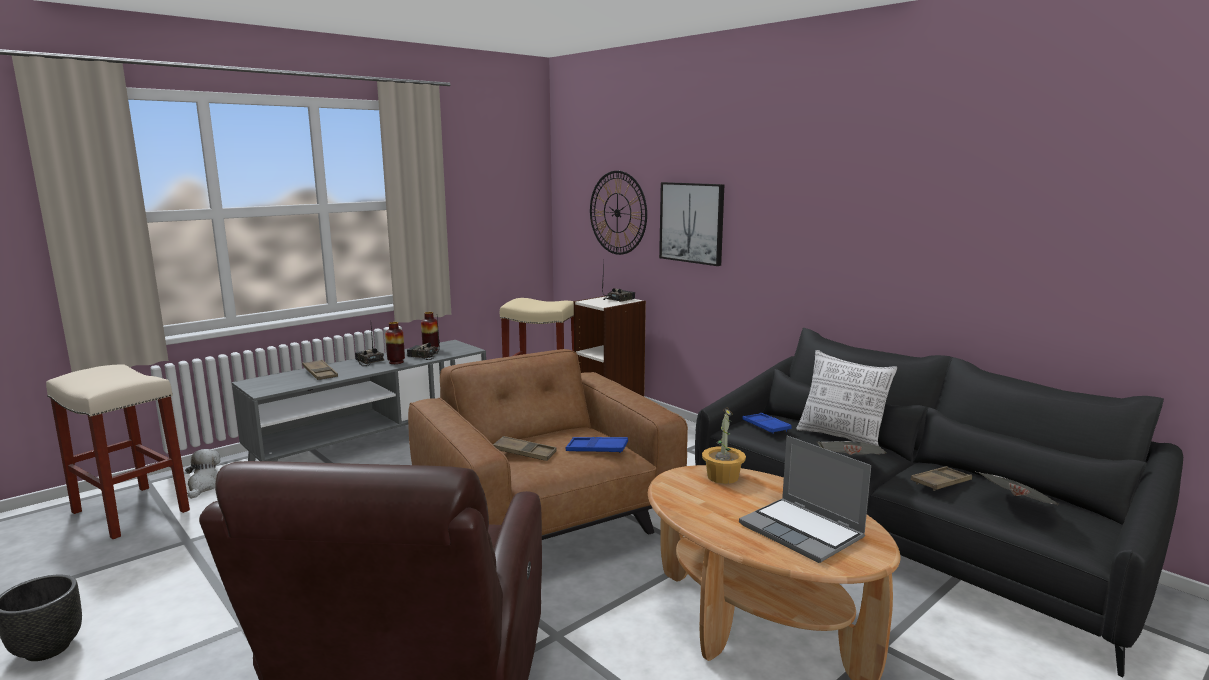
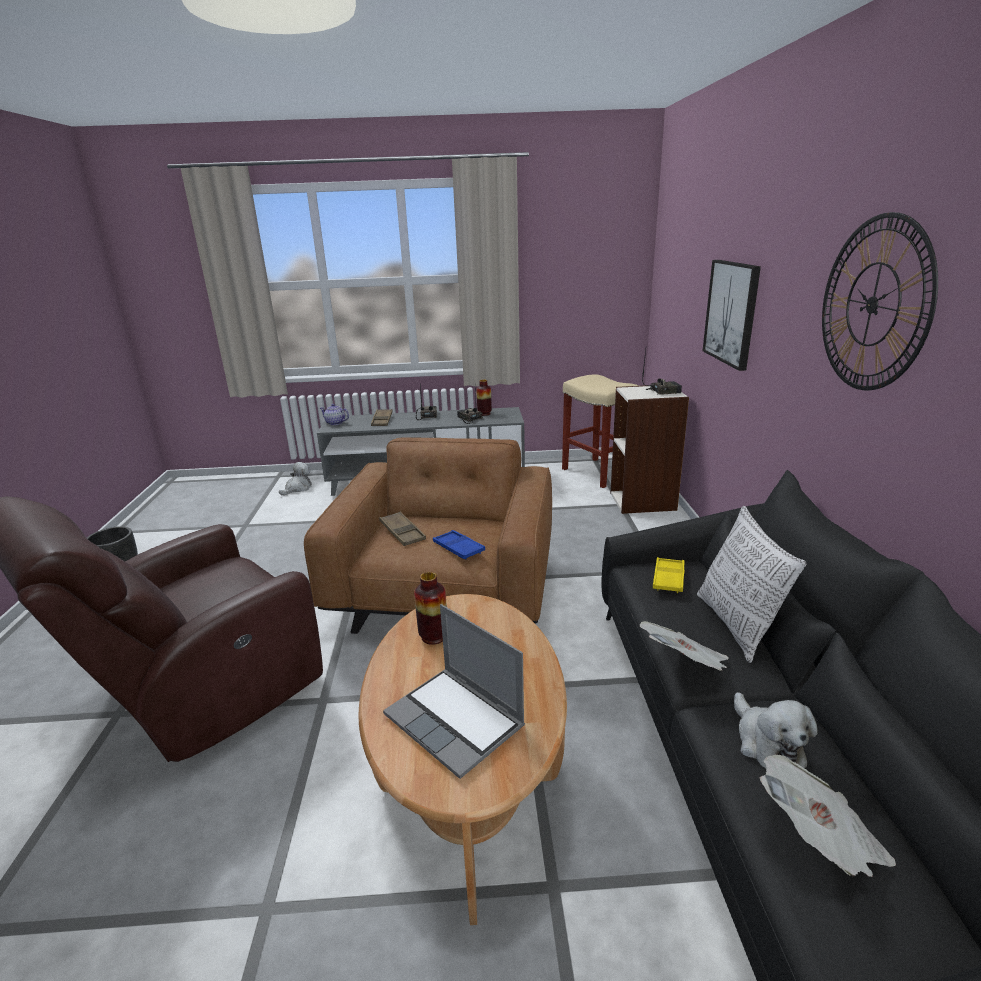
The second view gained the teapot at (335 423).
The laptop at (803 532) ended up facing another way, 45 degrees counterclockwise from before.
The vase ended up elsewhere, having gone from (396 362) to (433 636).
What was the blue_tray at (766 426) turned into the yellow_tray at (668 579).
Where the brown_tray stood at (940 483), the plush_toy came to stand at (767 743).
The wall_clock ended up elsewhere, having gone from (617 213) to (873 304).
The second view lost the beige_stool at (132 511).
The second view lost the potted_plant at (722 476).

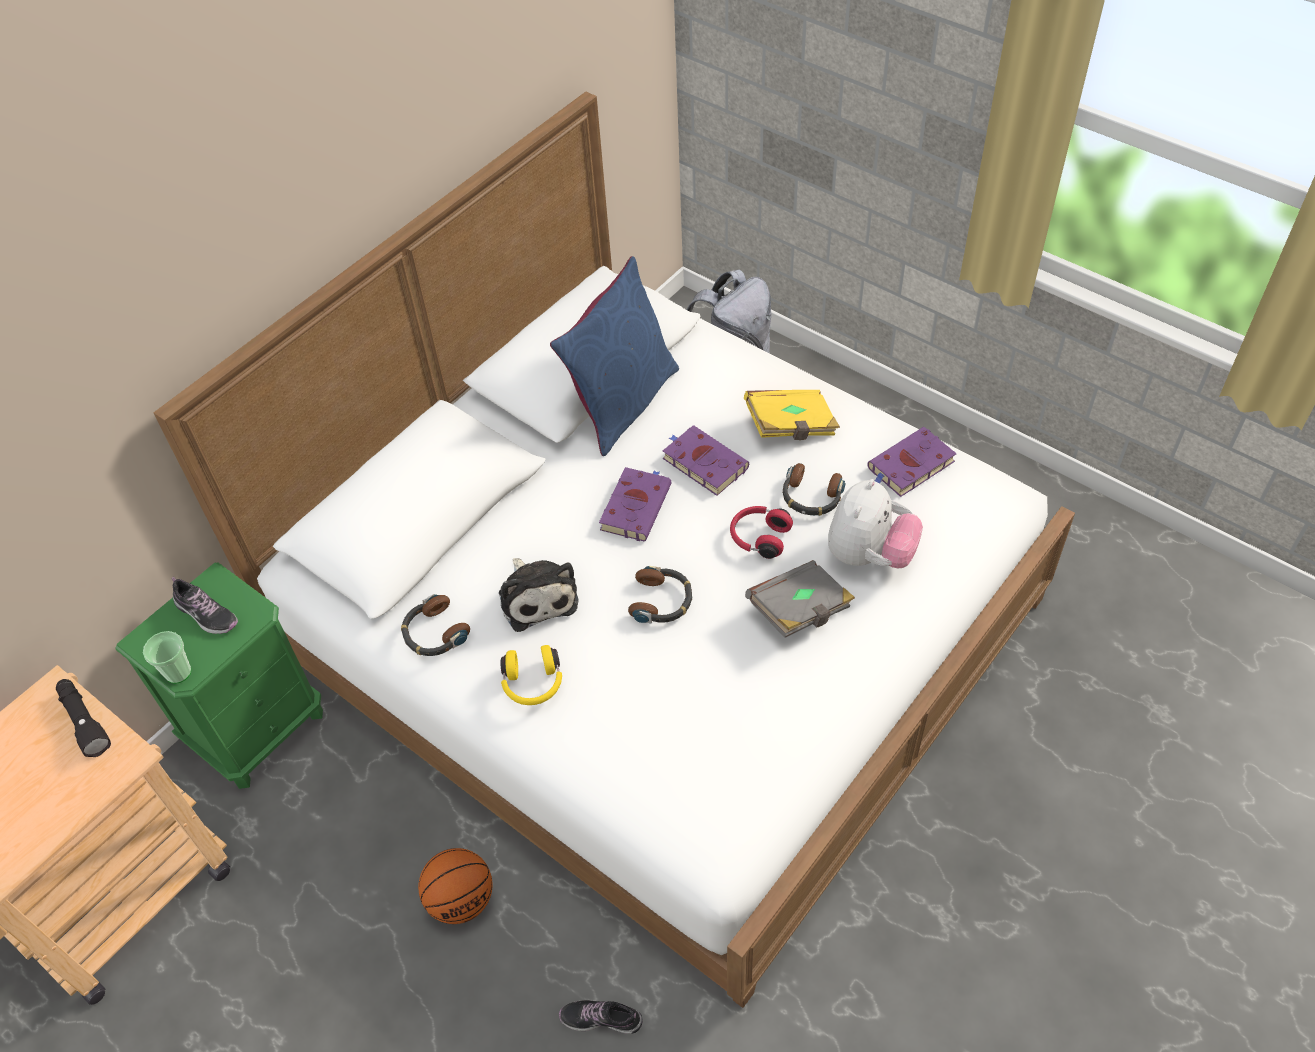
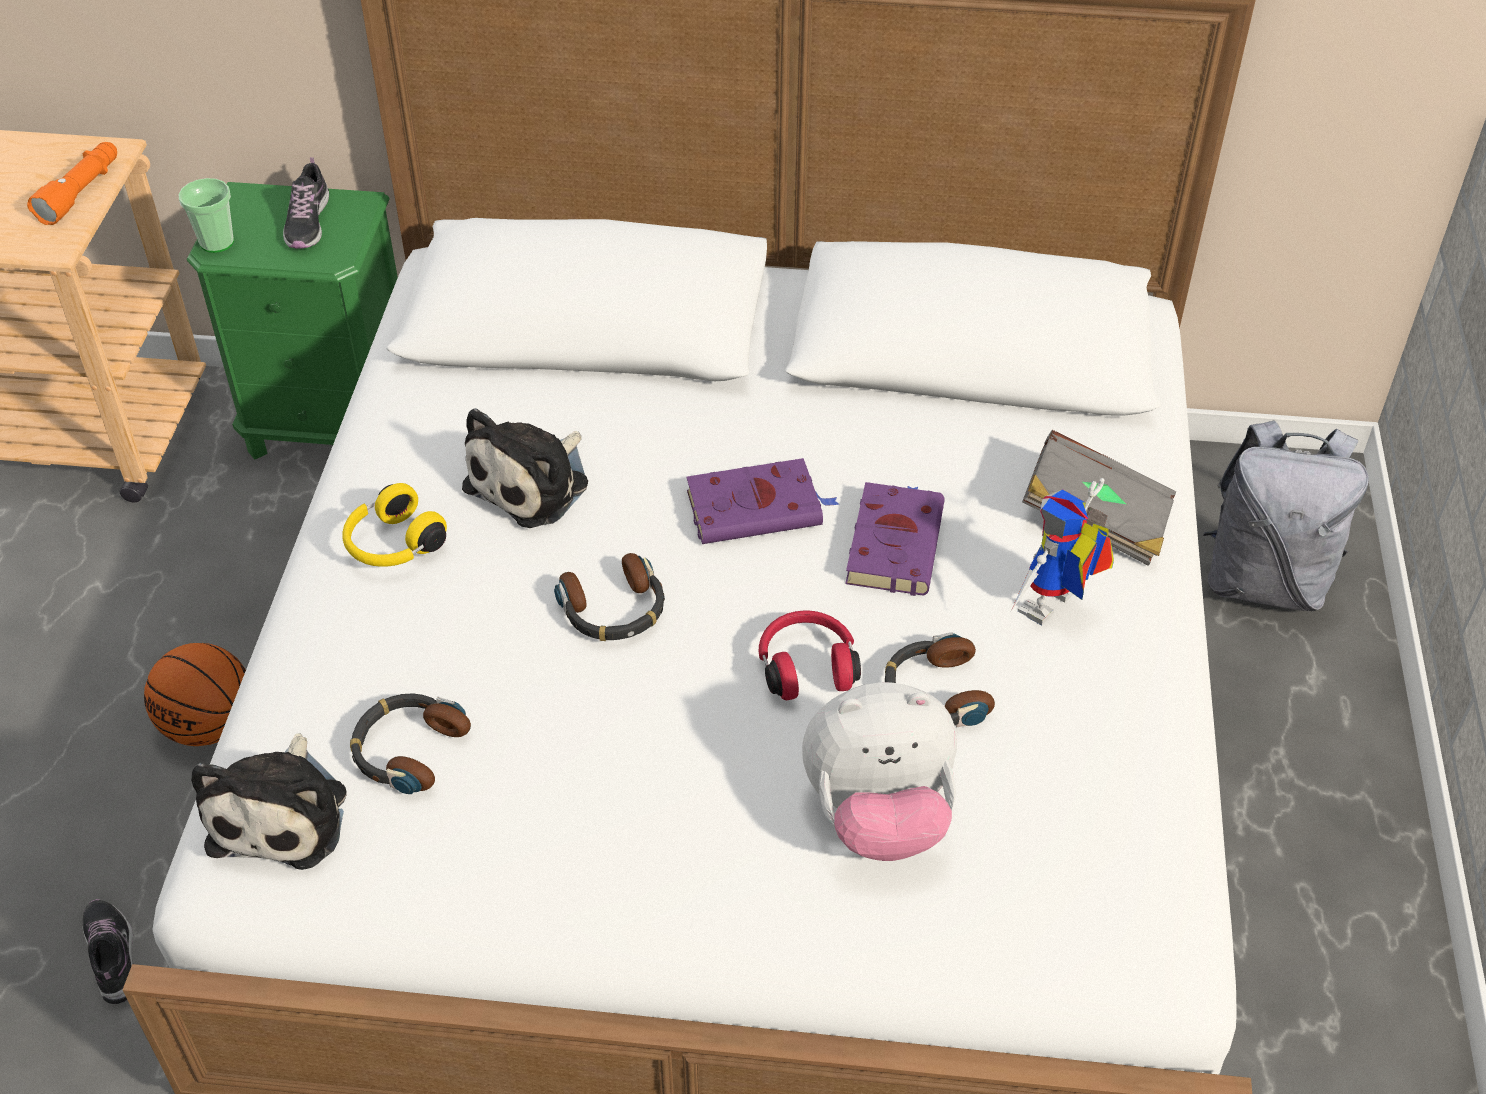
What was the black_flashlight at (84 721) turned into the orange_flashlight at (81 192).
The second view gained the plush_toy at (283 813).
The headphones ended up elsewhere, having gone from (434 633) to (407 749).
Where the yellow_book stood at (791 426), the toy_robot came to stand at (1052 610).
The grey_book ended up elsewhere, having gone from (800 610) to (1095 520).
The second view lost the blue_pillow at (622 403).
The second view lost the purple_book at (909 466).

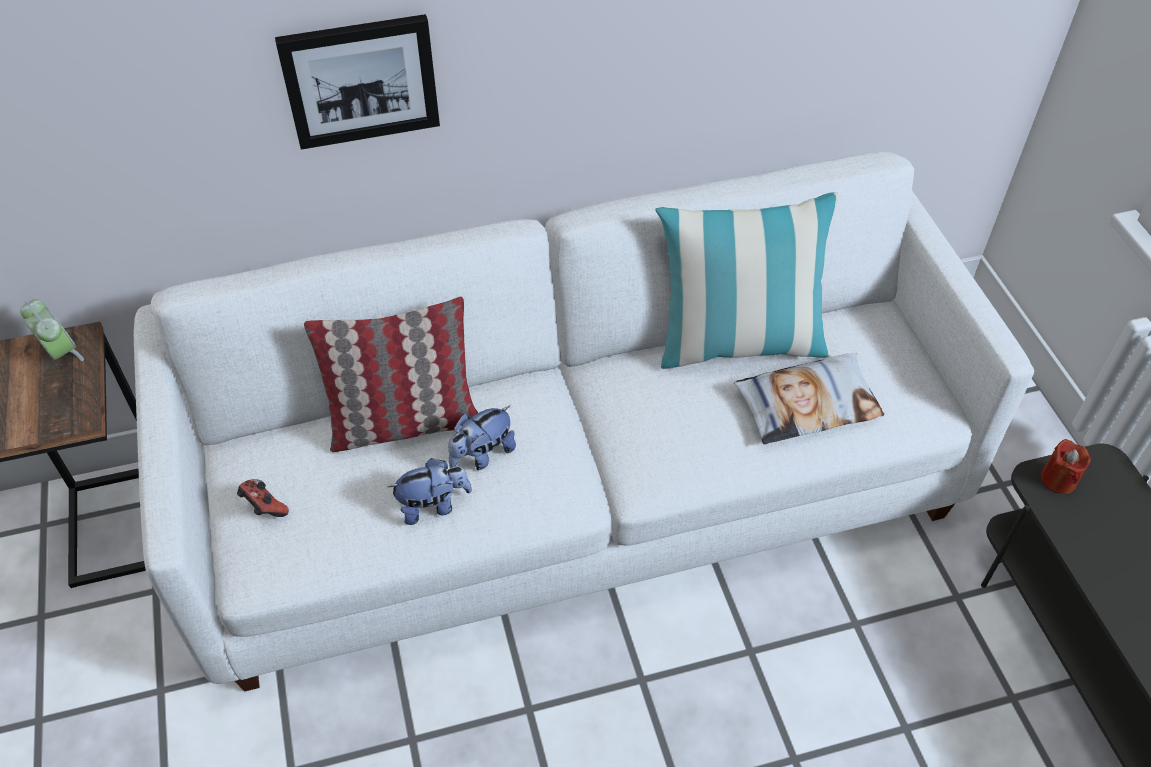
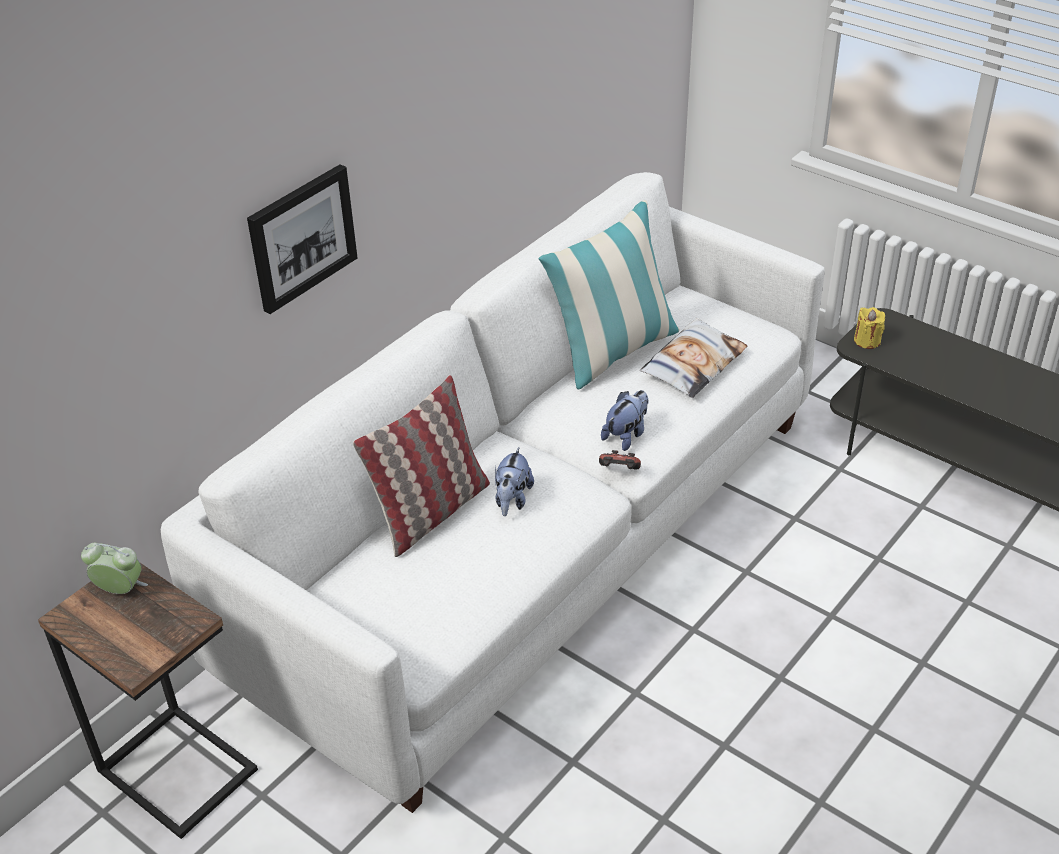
The game_controller ended up elsewhere, having gone from (264 507) to (619 471).
The plush_toy ended up elsewhere, having gone from (433 505) to (626 435).
What was the red_candle at (1058 479) turned into the yellow_candle at (867 341).

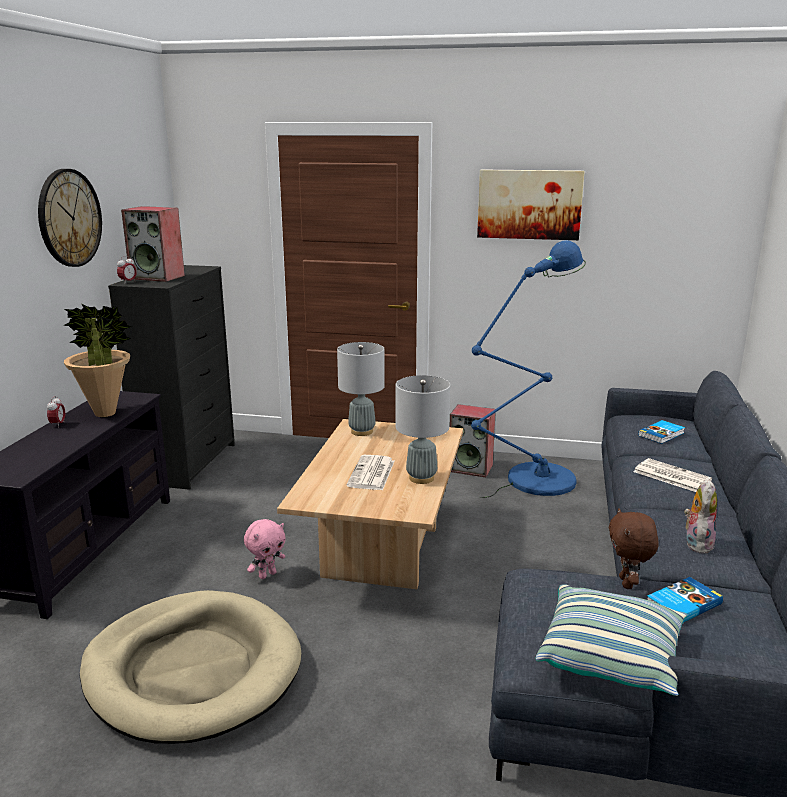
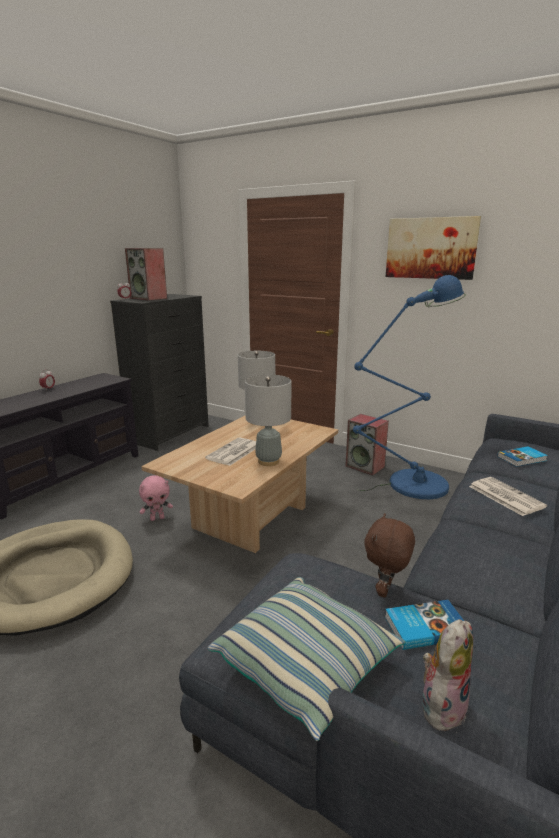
The plush_toy ended up elsewhere, having gone from (696 543) to (441 704).
The second view lost the wall_clock at (69 218).
The second view lost the potted_plant at (105 413).

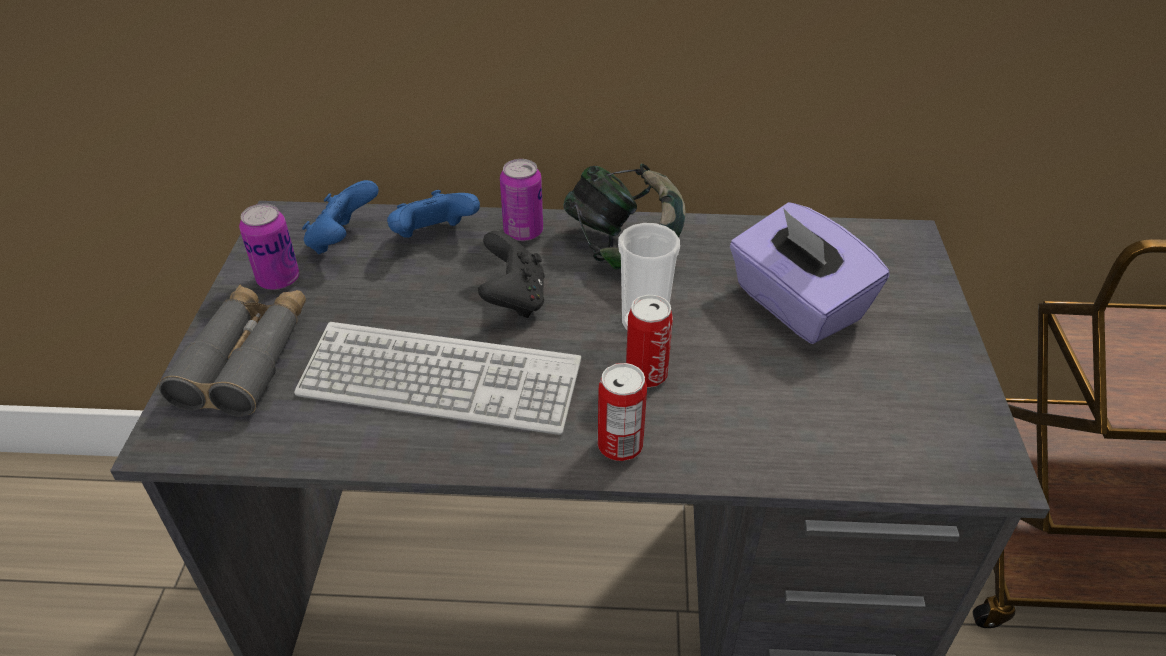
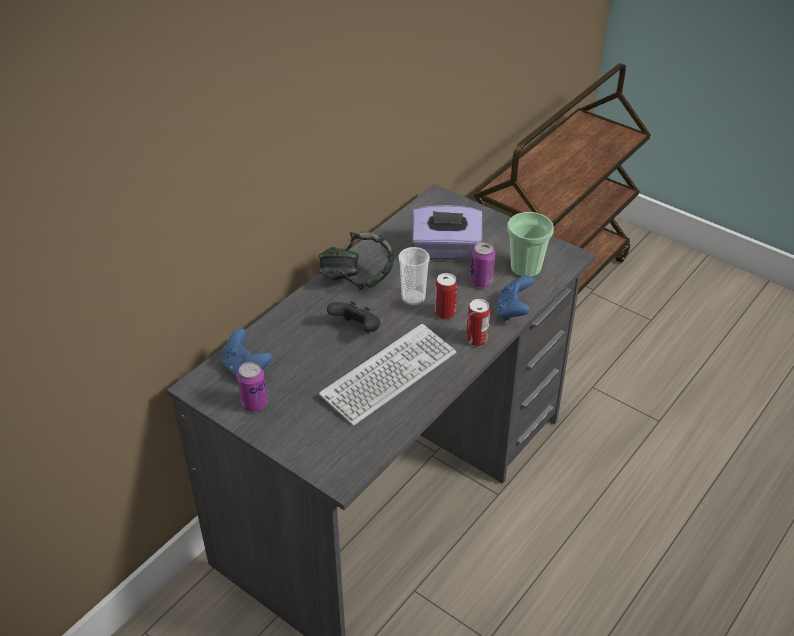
The can ended up elsewhere, having gone from (523 232) to (481 282).
The blue_game_controller ended up elsewhere, having gone from (434 237) to (513 311).
The second view gained the cup at (525 268).
The second view lost the grey_binoculars at (246 359).

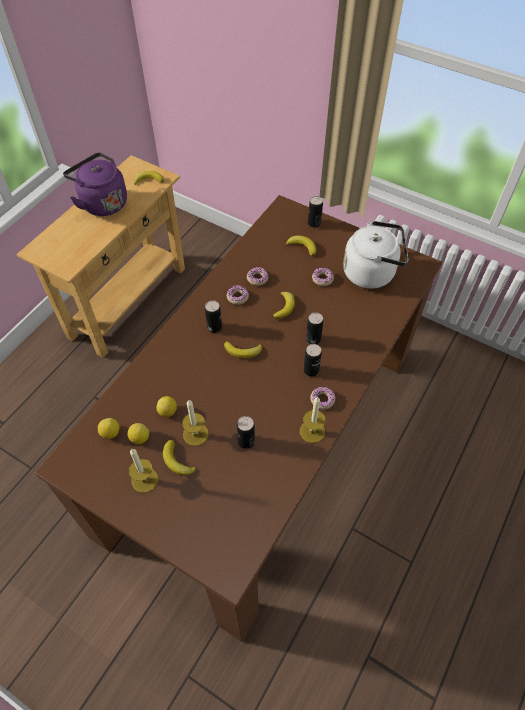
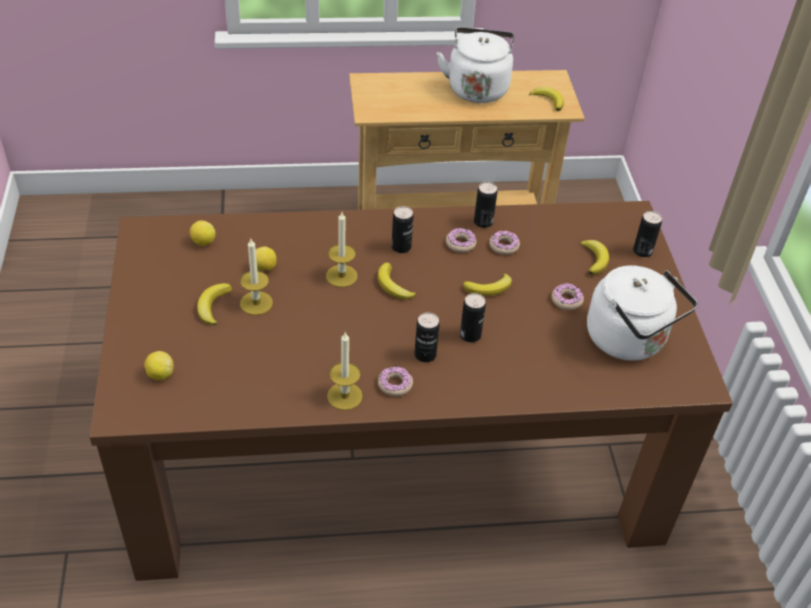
The lemon ended up elsewhere, having gone from (139 438) to (160 374).
The candle ended up elsewhere, having gone from (144 480) to (341 276).
What was the purple_kettle at (102 203) turned into the white_kettle at (477 87).
The can ended up elsewhere, having gone from (246 441) to (483 222).

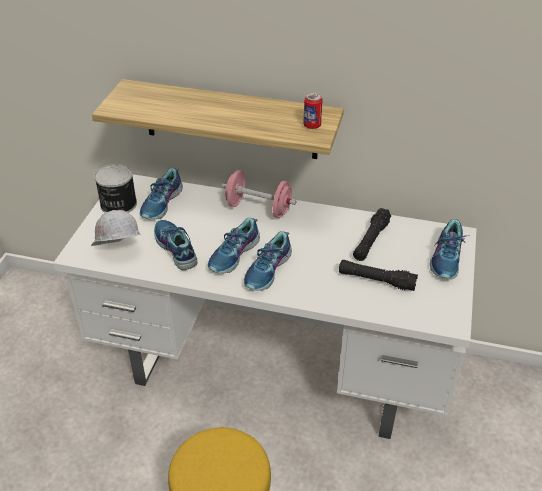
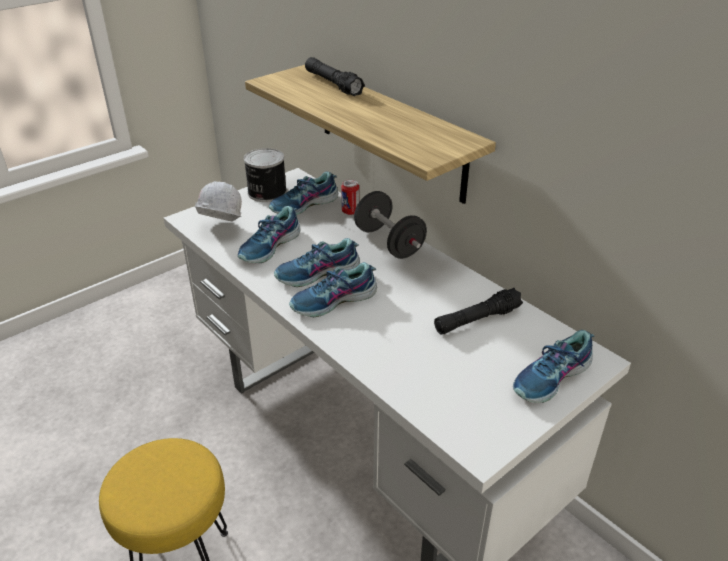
The shoe at (175 249) ended up facing another way, 150 degrees counterclockwise from before.
The black_flashlight ended up elsewhere, having gone from (376 280) to (333 84).
The can ended up elsewhere, having gone from (312 126) to (350 212).
What was the pink_dumbbell at (258 208) turned into the black_dumbbell at (389 242).

